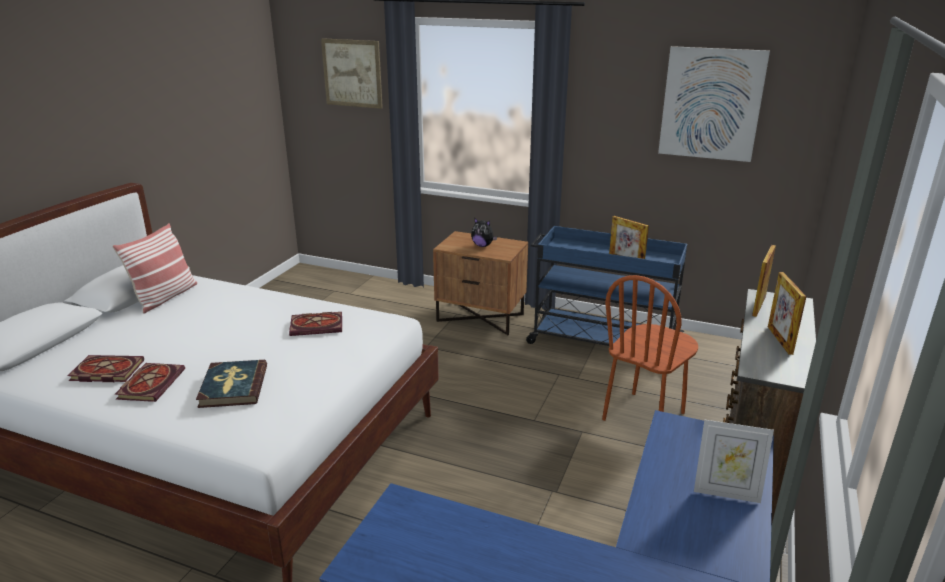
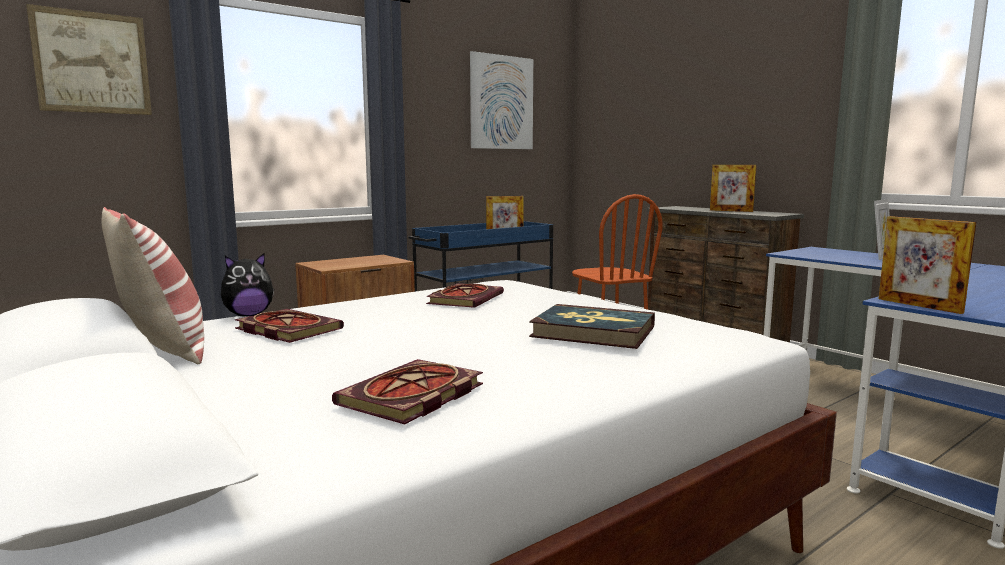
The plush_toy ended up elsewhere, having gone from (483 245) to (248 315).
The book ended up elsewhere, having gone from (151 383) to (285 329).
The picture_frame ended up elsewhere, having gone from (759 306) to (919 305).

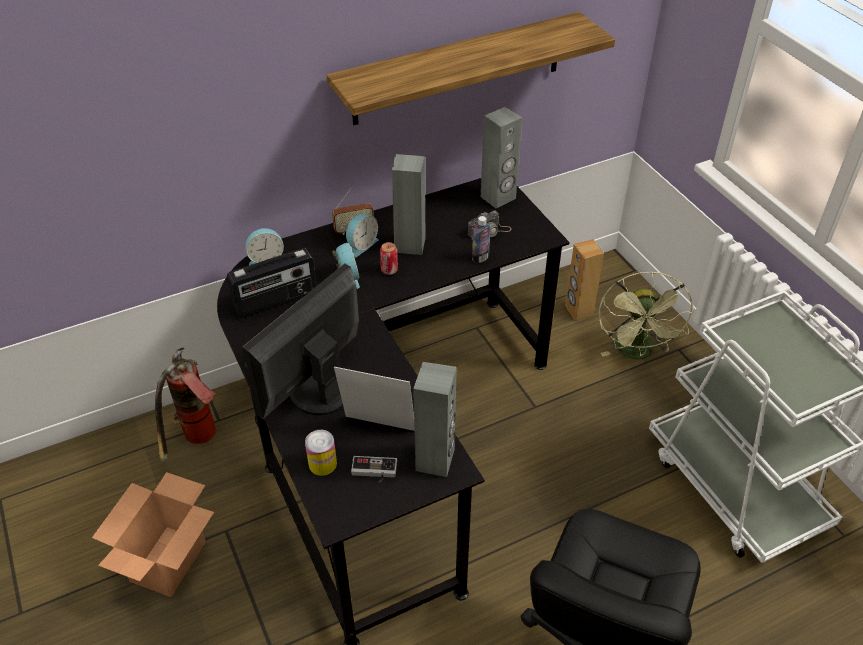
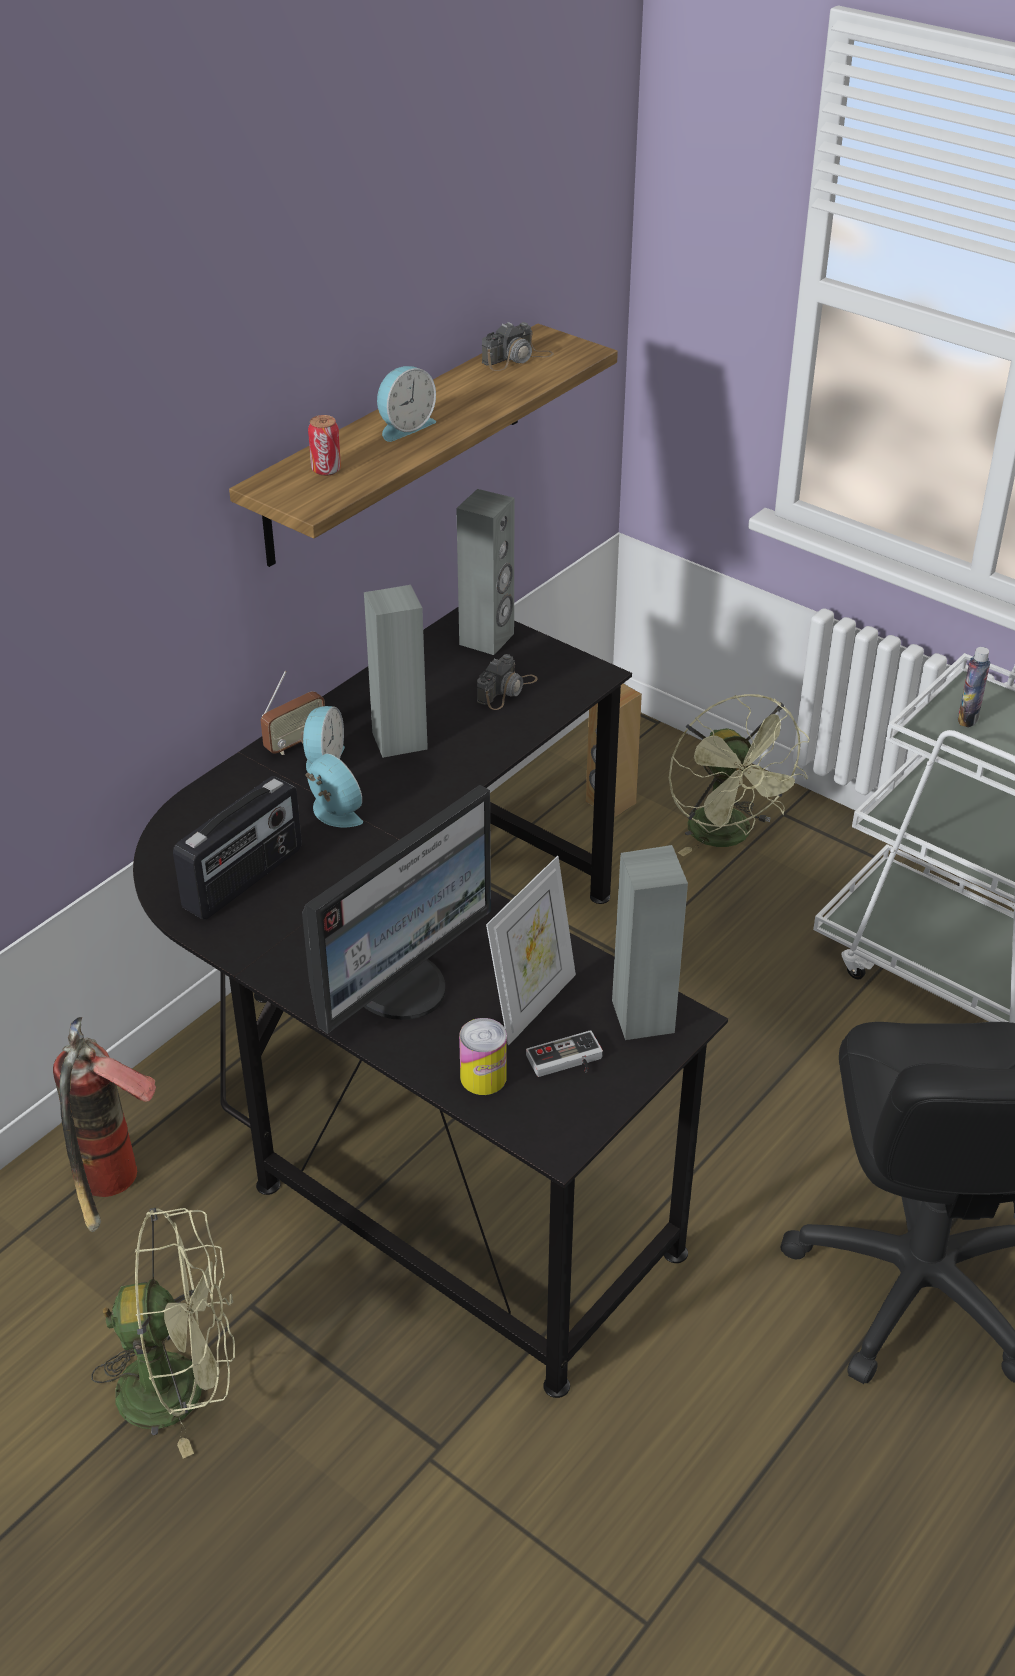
Where the cardboard_box stood at (168 560), the green_fan came to stand at (181 1386).
The monitor at (315 392) ended up facing another way, 150 degrees counterclockwise from before.
The can ended up elsewhere, having gone from (389 270) to (326 470).
The alarm_clock ended up elsewhere, having gone from (266 258) to (404 427).
The second view gained the photo_camera at (517 358).
The picture_frame at (378 429) ended up facing another way, 135 degrees clockwise from before.
The bottle ended up elsewhere, having gone from (480 258) to (968 718).

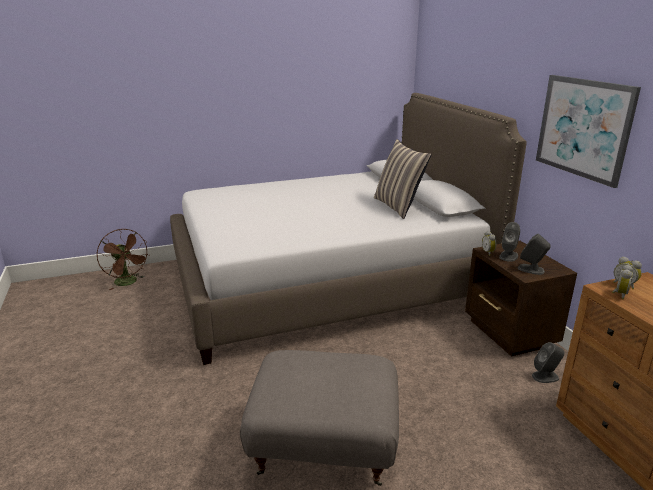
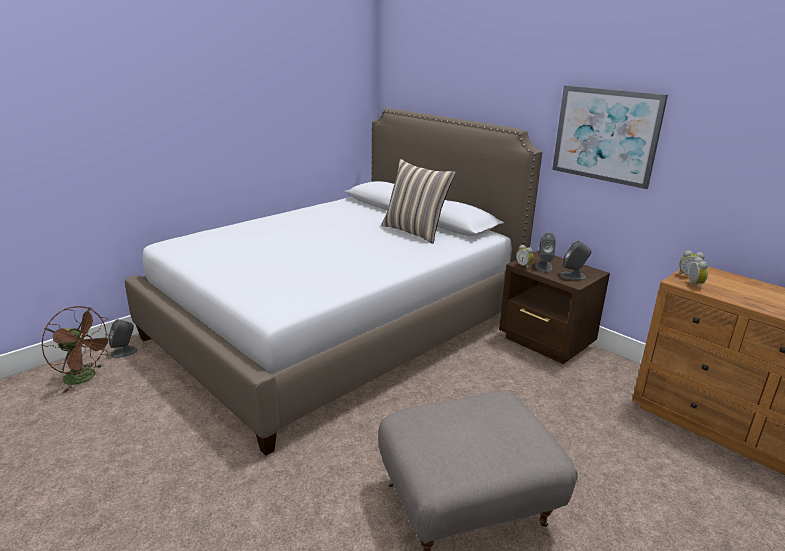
The grey_speaker ended up elsewhere, having gone from (545 376) to (124 352).

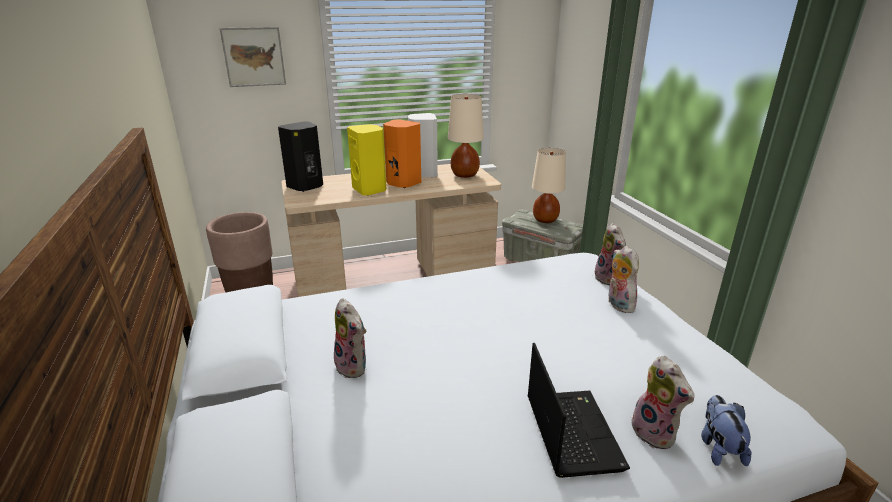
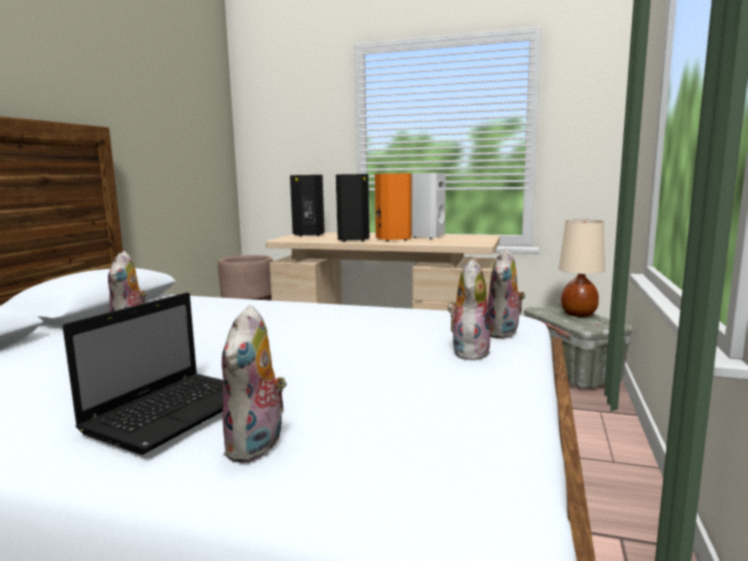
What was the yellow_speaker at (370 190) turned into the black_speaker at (354 239).
The second view lost the picture at (254 57).
The second view lost the beige_table_lamp at (465 175).
The second view lost the plush_toy at (719 448).

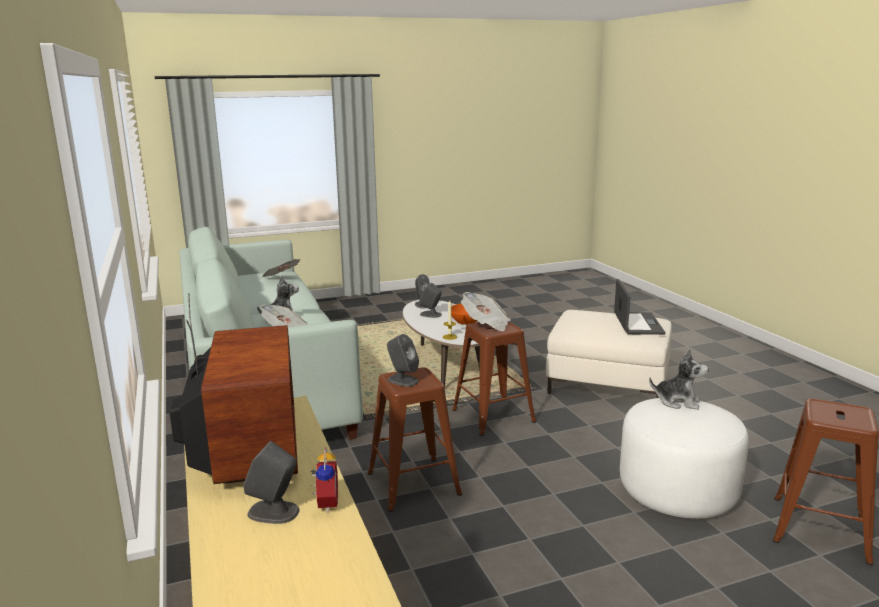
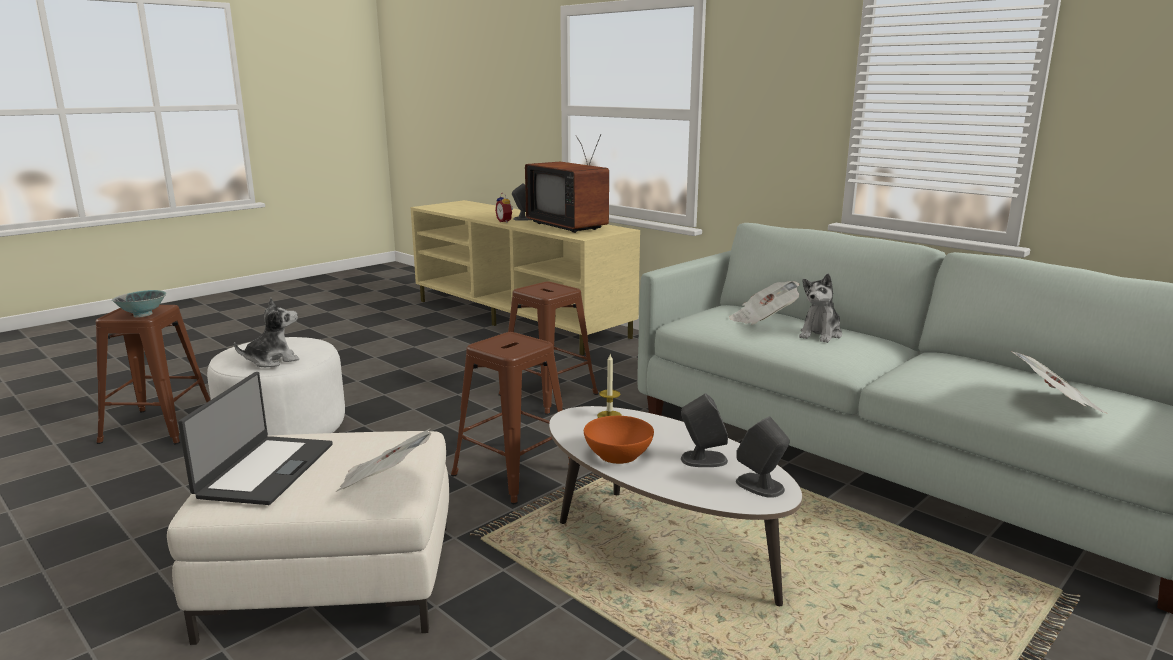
The second view gained the bowl at (143 315).
The laptop at (637 324) ended up facing another way, 150 degrees counterclockwise from before.
The plush_toy at (678 402) ended up facing another way, 150 degrees clockwise from before.
The newspaper ended up elsewhere, having gone from (486 324) to (385 483).
The second view lost the grey_speaker at (402 380).

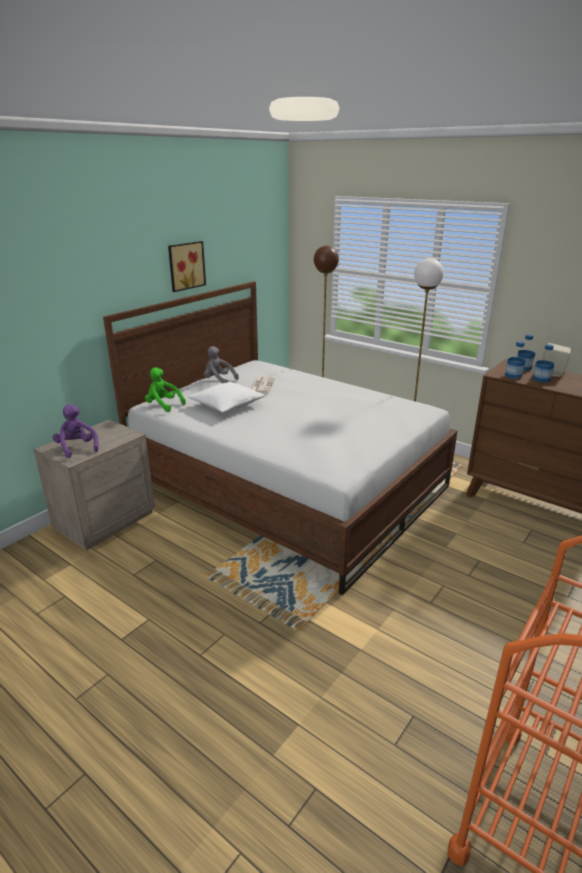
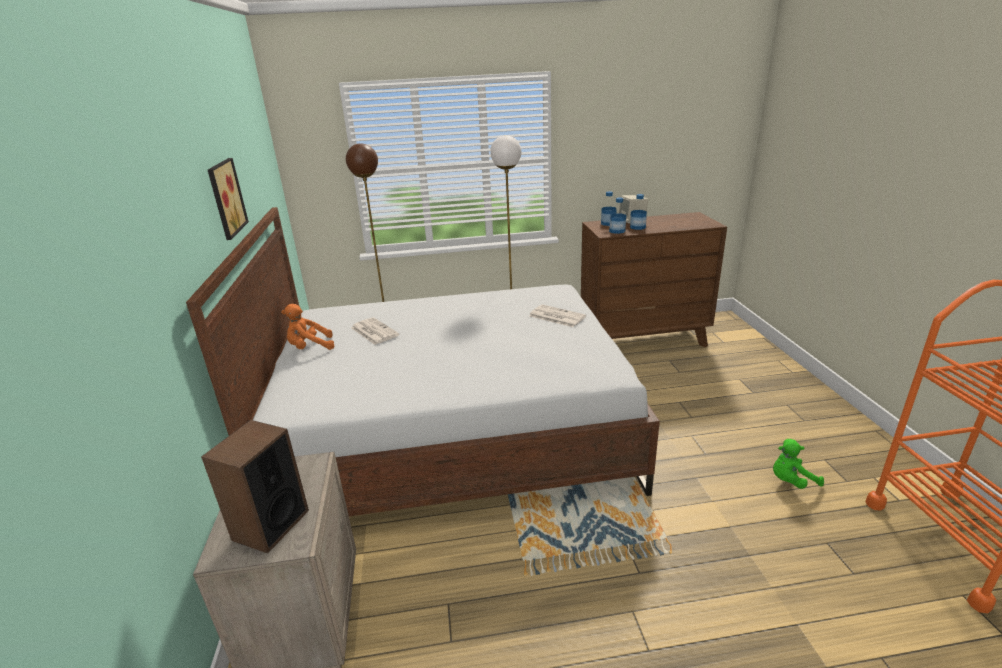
Where the purple_plush_toy stood at (77 448), the speaker came to stand at (270 525).
What was the grey_plush_toy at (218 380) turned into the orange_plush_toy at (310 348).
The second view gained the newspaper at (556 316).
The green_plush_toy ended up elsewhere, having gone from (163 405) to (791 481).
The second view lost the white_pillow at (227 405).

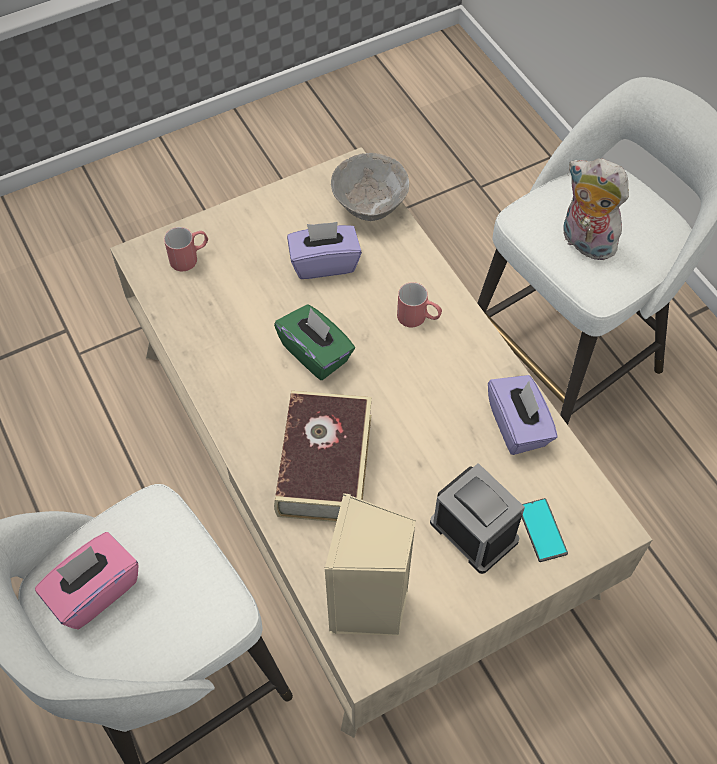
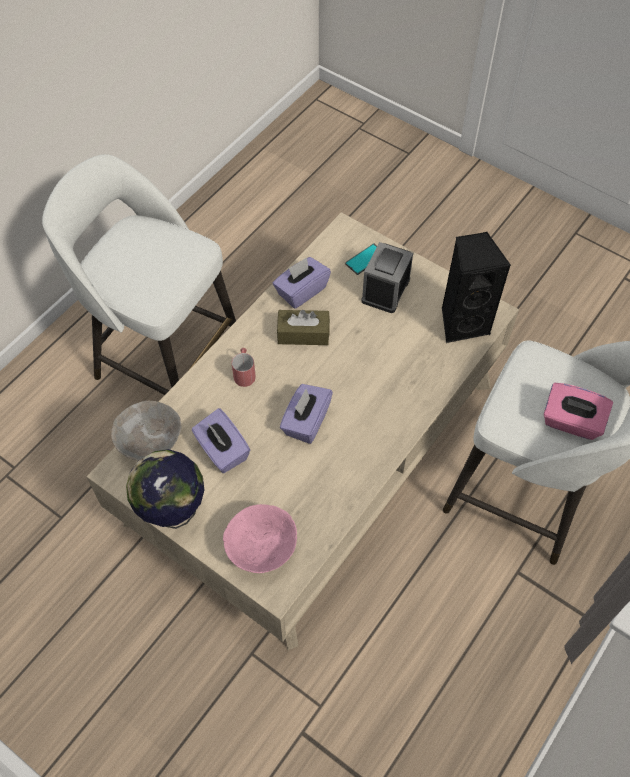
The second view gained the globe at (173 512).
Where the red_mug stood at (190 257), the pink_bowl came to stand at (261 549).
The second view gained the brown_tissue_box at (303 334).
What was the green_tissue_box at (316 353) turned into the purple_tissue_box at (306 422).
What was the beige_speaker at (369 606) turned into the black_speaker at (462 322).
The second view lost the book at (324 465).
The second view lost the plush_toy at (584 243).

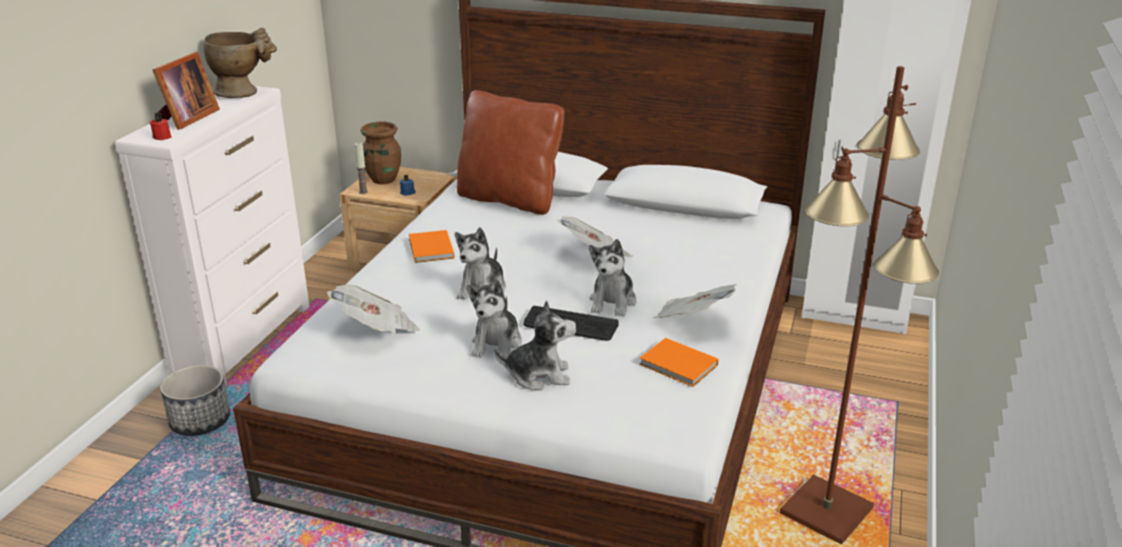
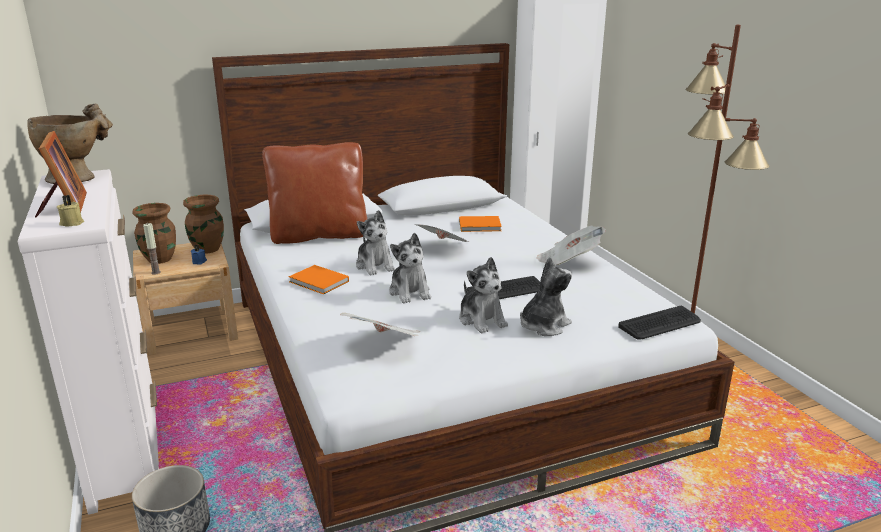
What was the red_candle at (162 137) turned into the beige_candle at (71 223).
The second view gained the brown_vase at (207 249).
The plush_toy ended up elsewhere, having gone from (613 302) to (375 265).
The orange_book ended up elsewhere, having gone from (679 366) to (481 226).
The second view gained the keyboard at (660 324).

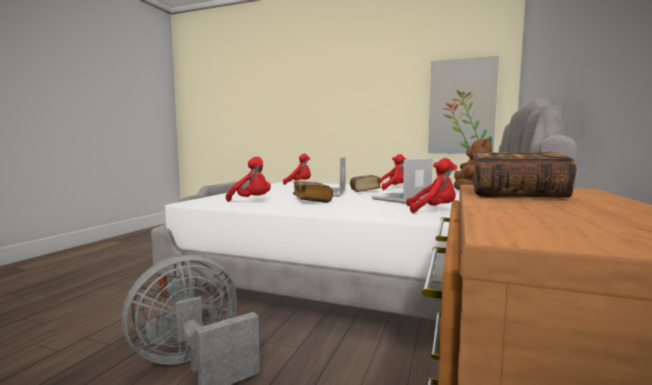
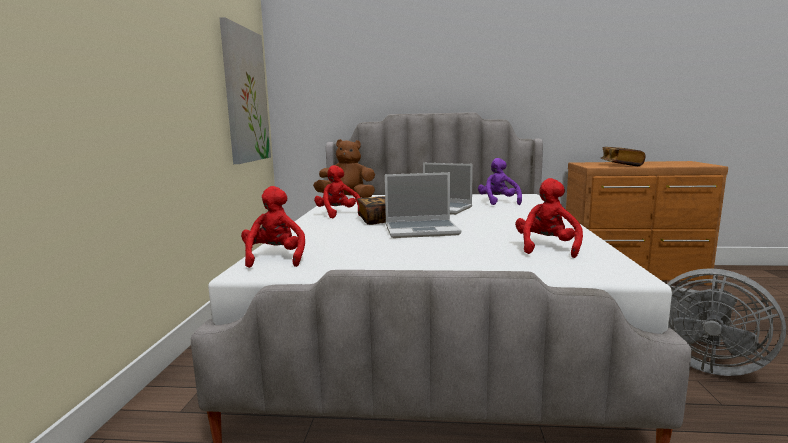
What was the red_plush_toy at (433 210) turned into the purple_plush_toy at (498 202).
The second view lost the book at (311 201).

